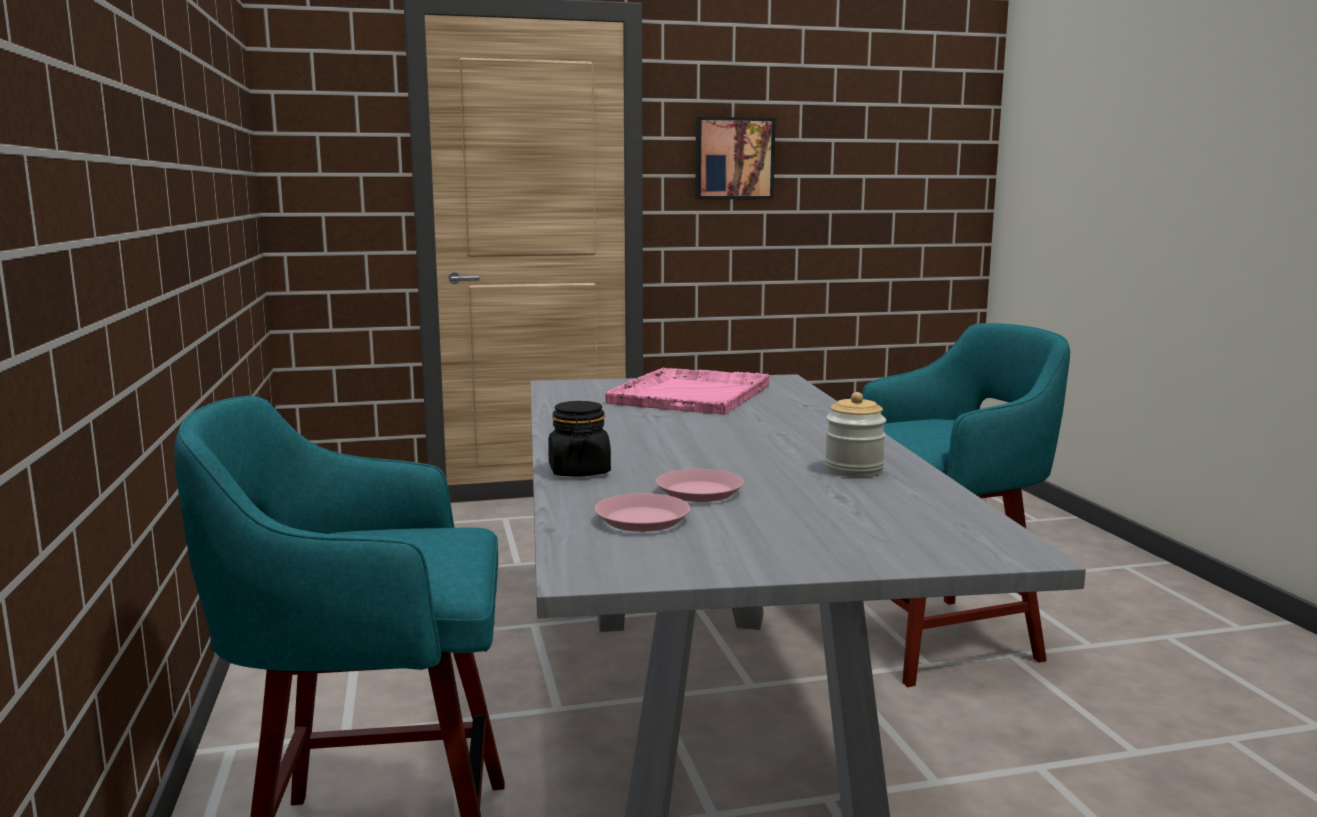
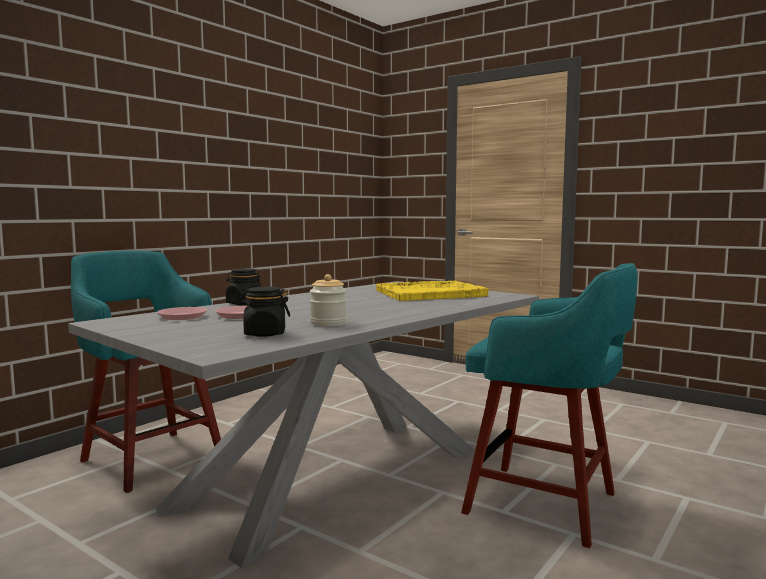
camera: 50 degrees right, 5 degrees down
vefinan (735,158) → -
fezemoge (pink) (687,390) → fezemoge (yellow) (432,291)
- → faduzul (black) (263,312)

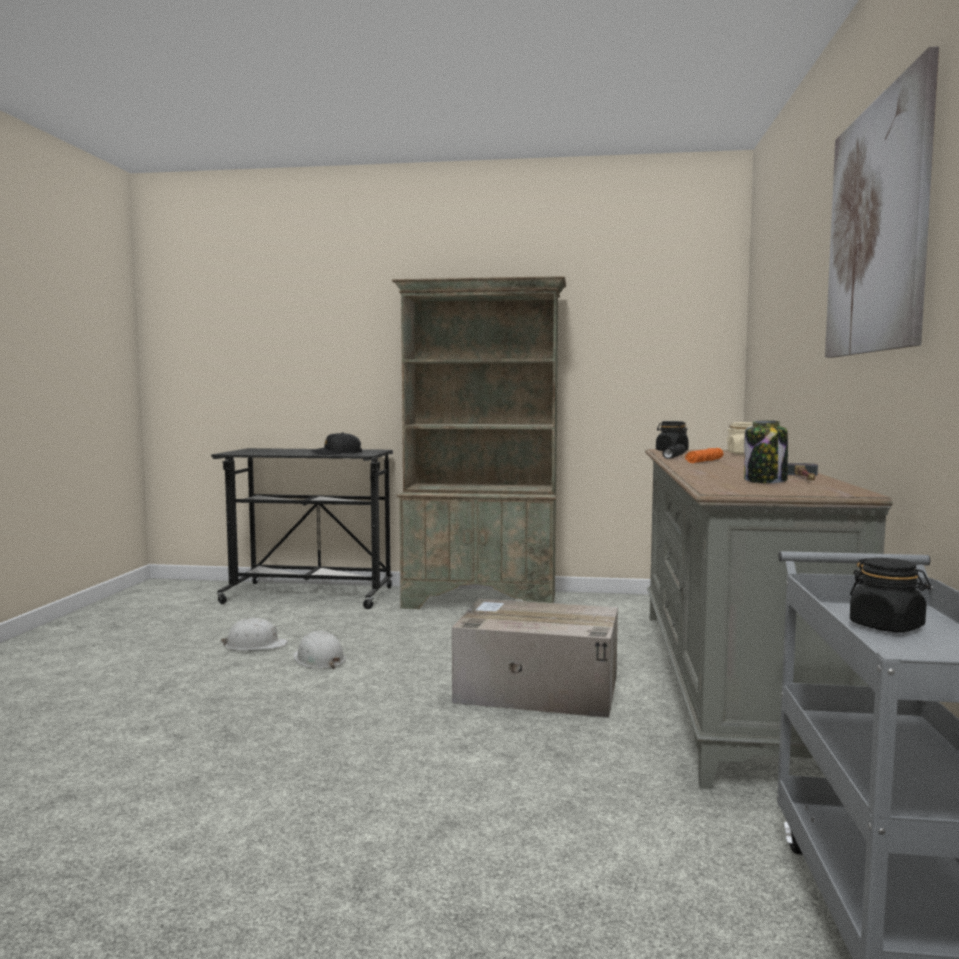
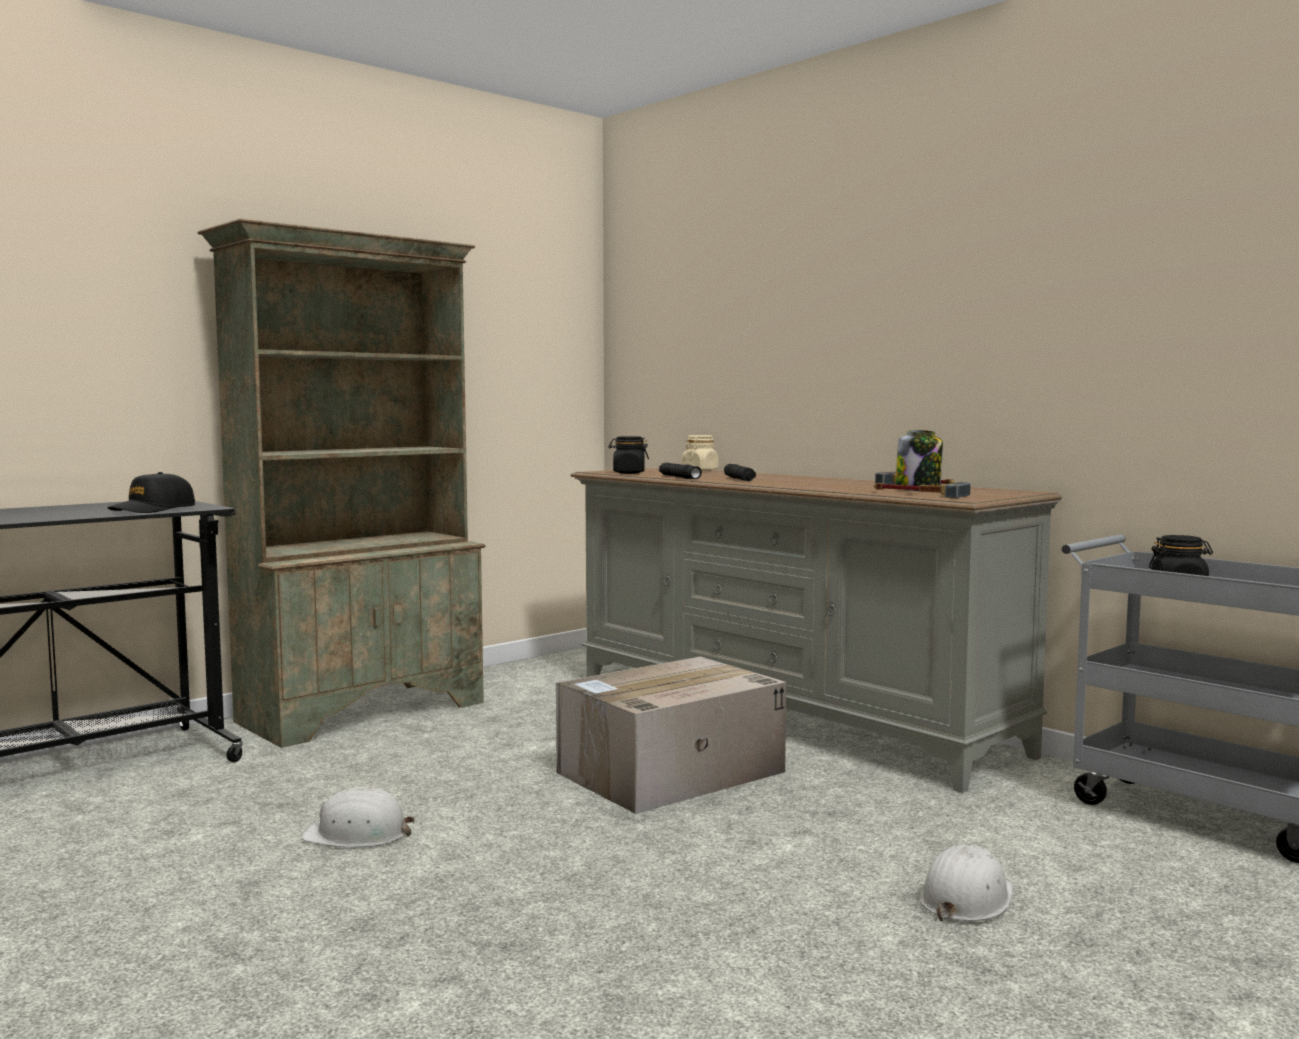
camera: 50 degrees left, 0 degrees up
vefinan (882,202) → -
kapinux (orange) (704,455) → kapinux (black) (740,472)
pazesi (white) (254,634) → pazesi (white) (966,883), shifted
- → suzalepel (922,490)

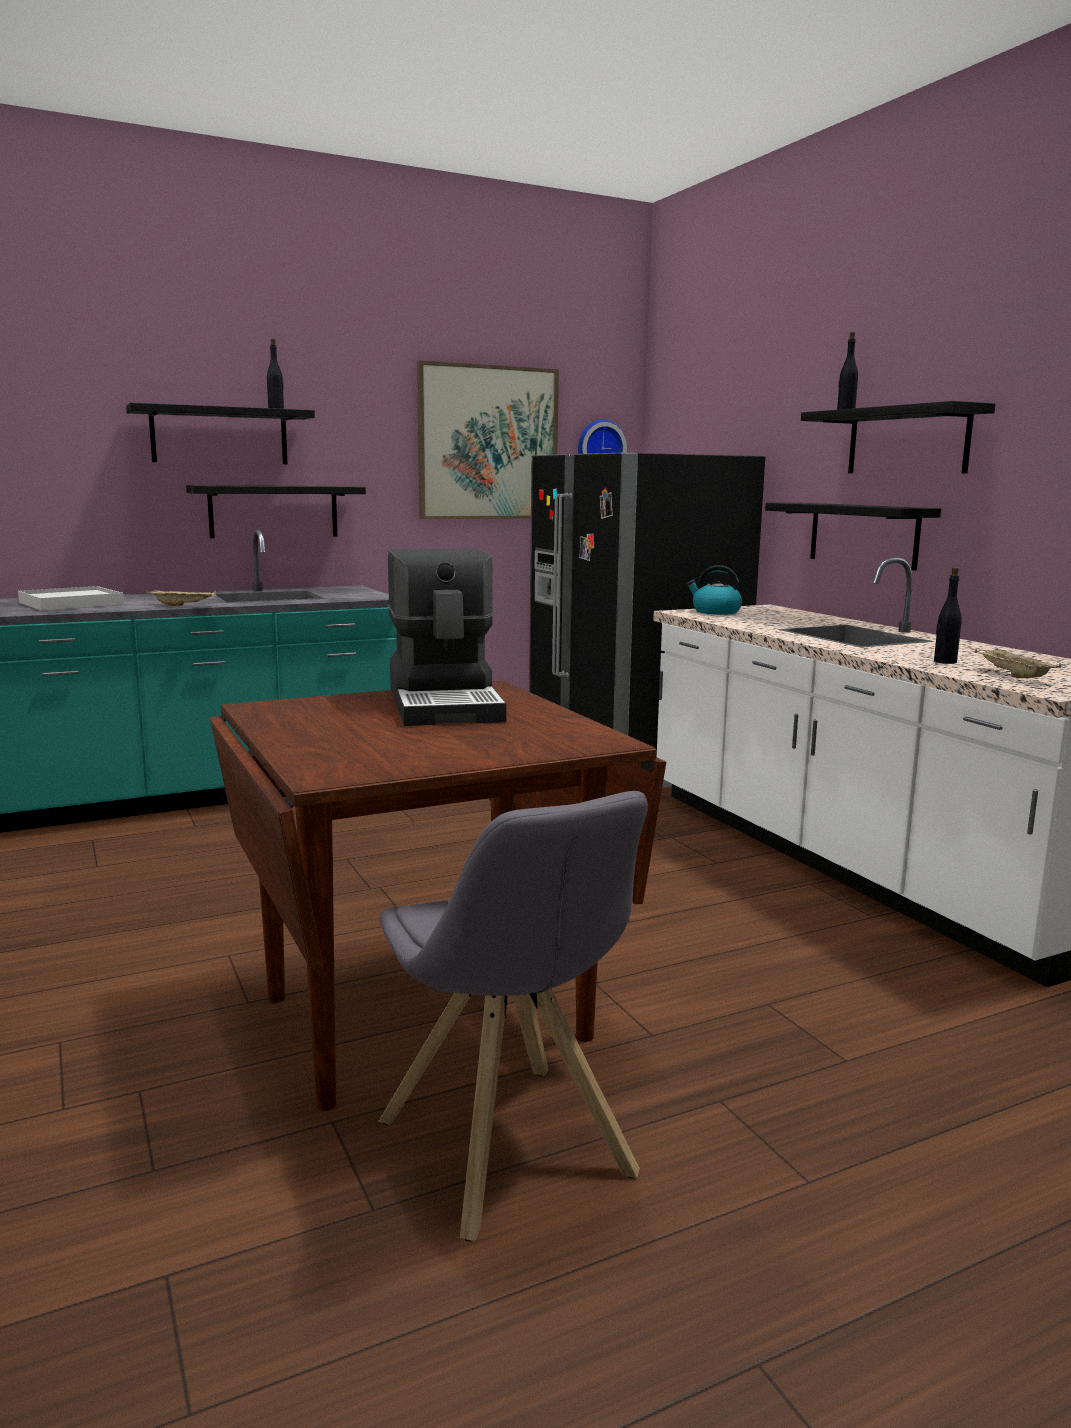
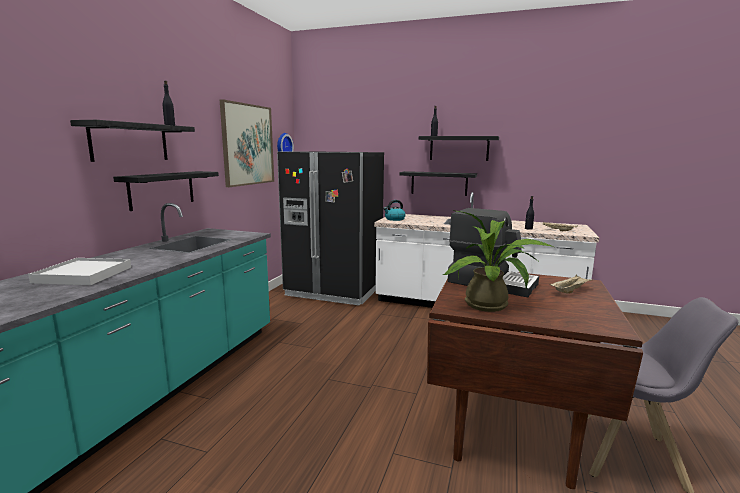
camera: 45 degrees left, 0 degrees up
fezemoge (beige) (182,598) → fezemoge (beige) (570,284), shifted
- → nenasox (498,261)

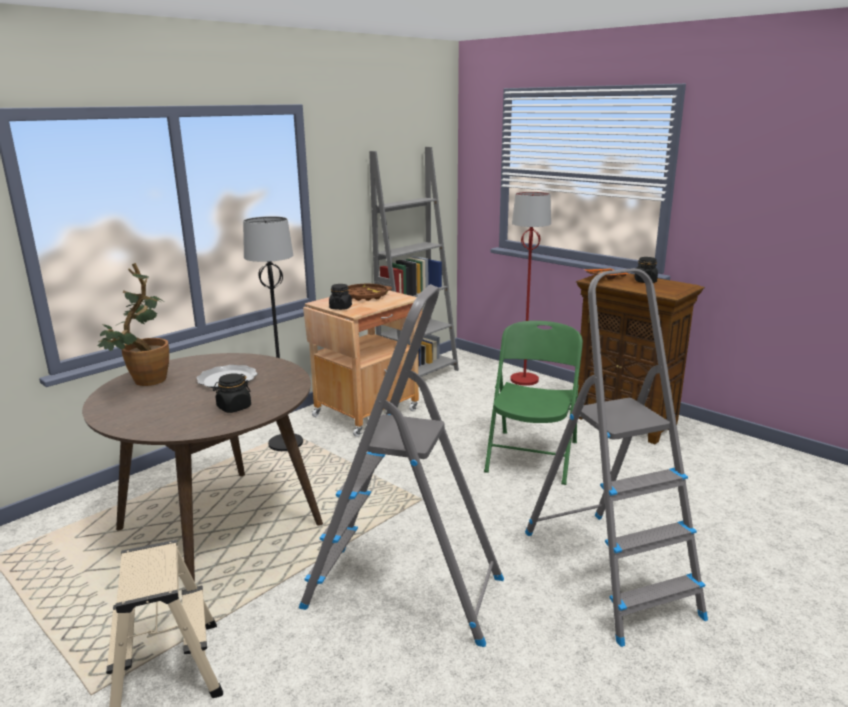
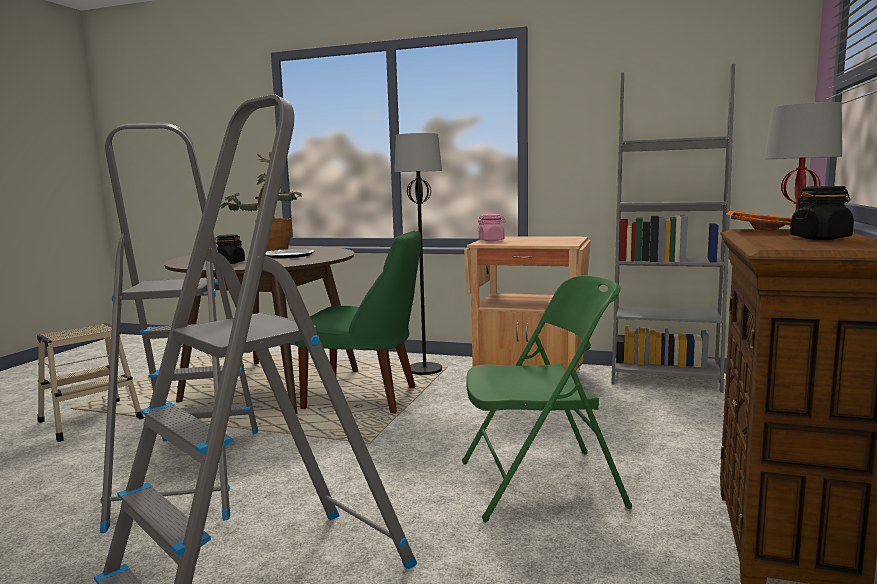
camera: 65 degrees right, 10 degrees down
faduzul (black) (340,297) → faduzul (pink) (491,227)
fezemoge (brown) (370,292) → -
- → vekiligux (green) (358,322)

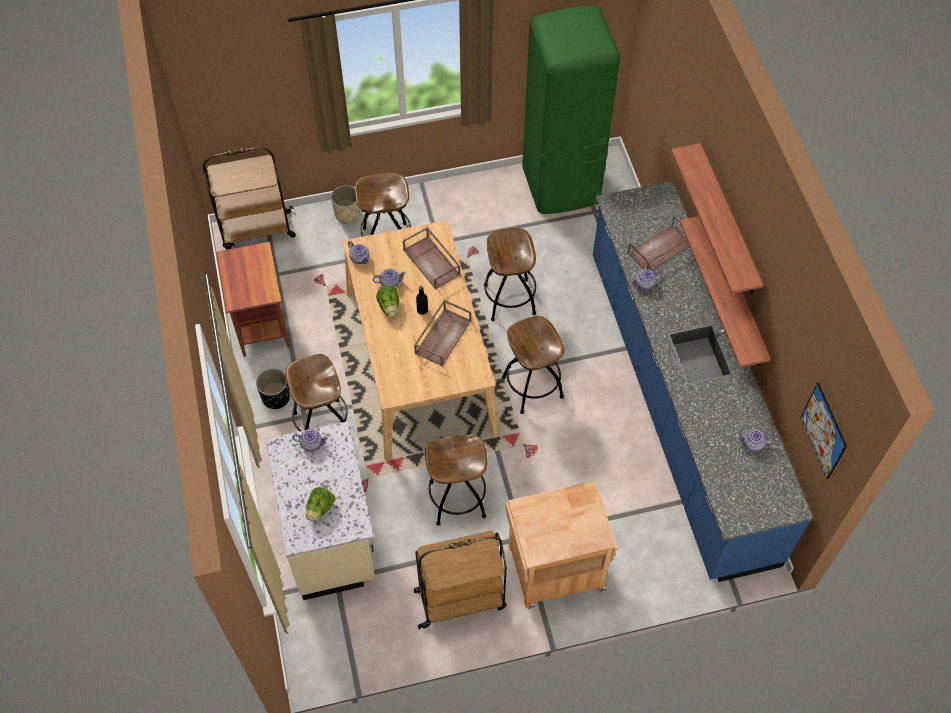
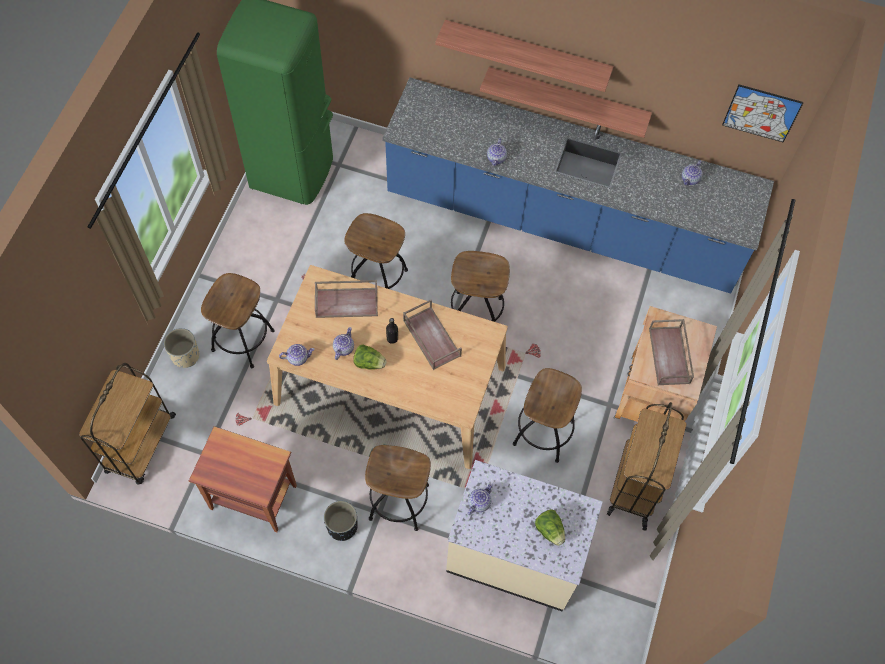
camera: 60 degrees left, 5 degrees up
fezemoge (brown) (658,242) → fezemoge (brown) (671,352), shifted

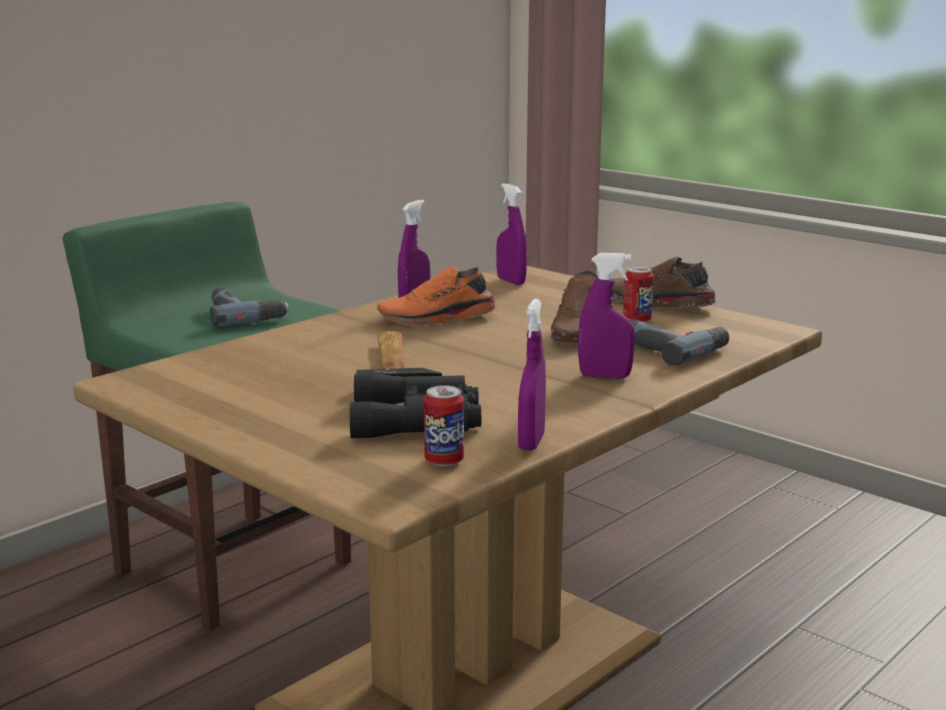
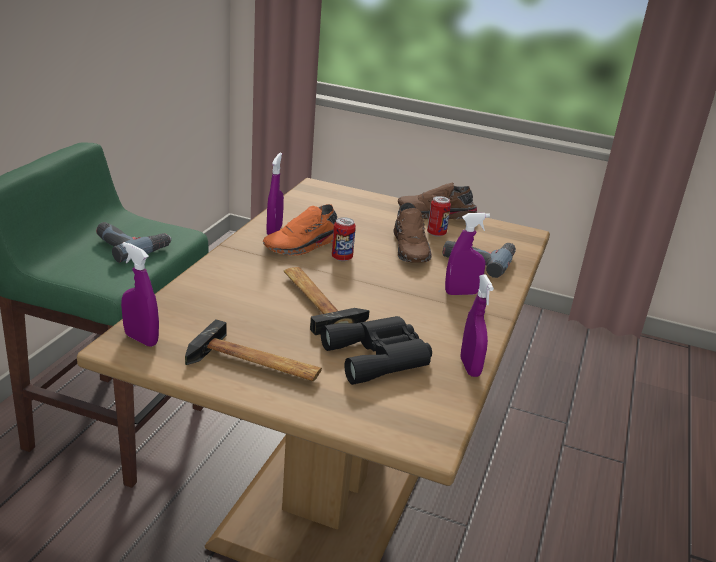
camera: 25 degrees left, 10 degrees up
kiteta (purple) (511,234) → kiteta (purple) (140,294), shifted
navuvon (444,426) → navuvon (344,239), shifted
- → suzalepel (253,350)

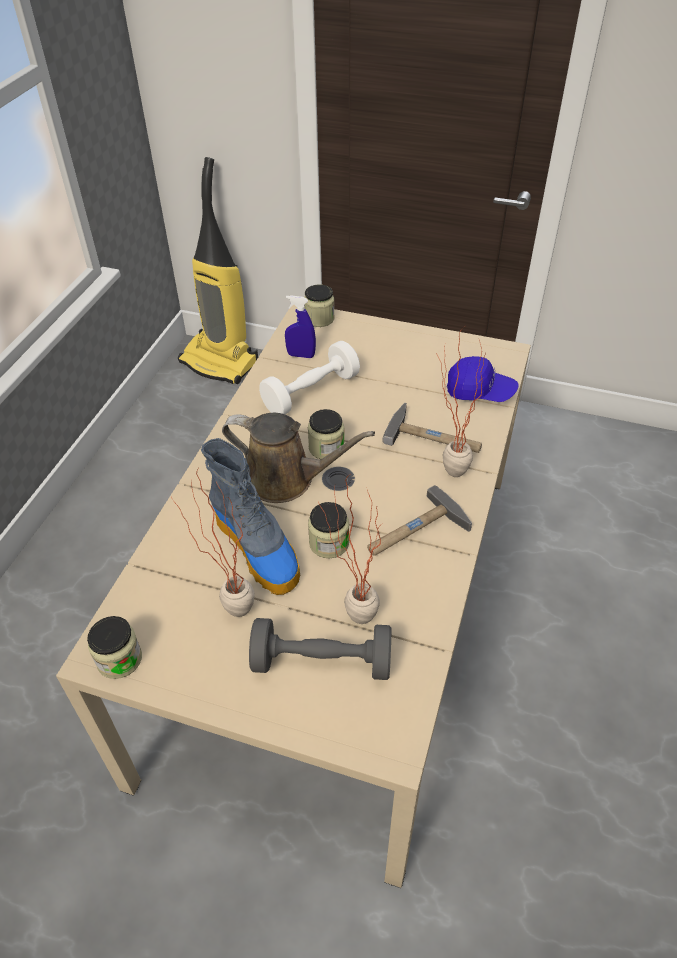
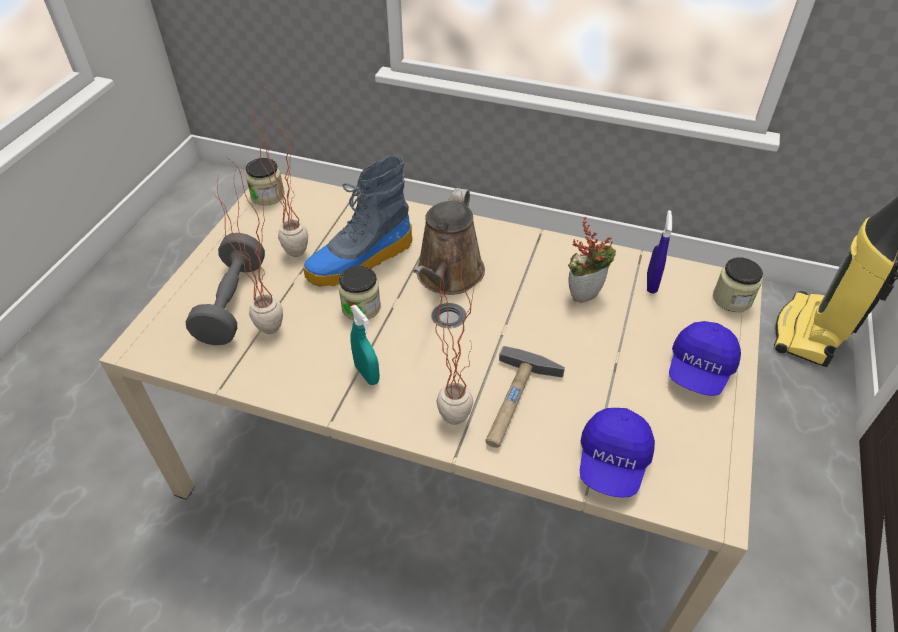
camera: 90 degrees right, 0 degrees up
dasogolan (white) (309,377) → nenasox (592,260)
faduzul (326,434) → -
suzalepel (419,520) → kiteta (turquoise) (365,345)
- → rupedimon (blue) (705,358)

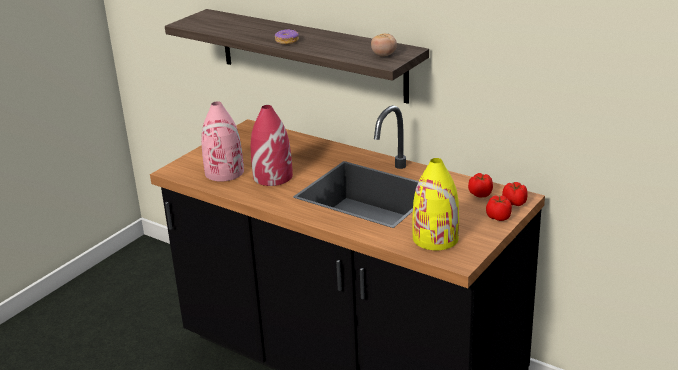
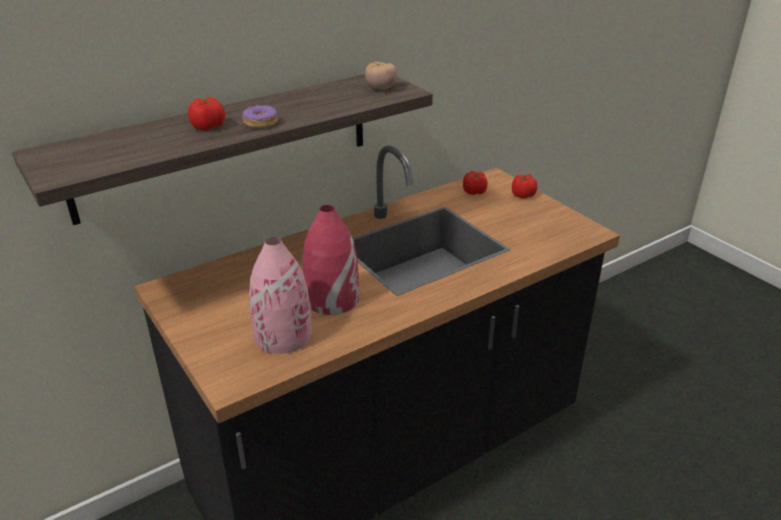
camera: 70 degrees left, 5 degrees up
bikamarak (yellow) (436,204) → -
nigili (515,194) → nigili (206,114), shifted

